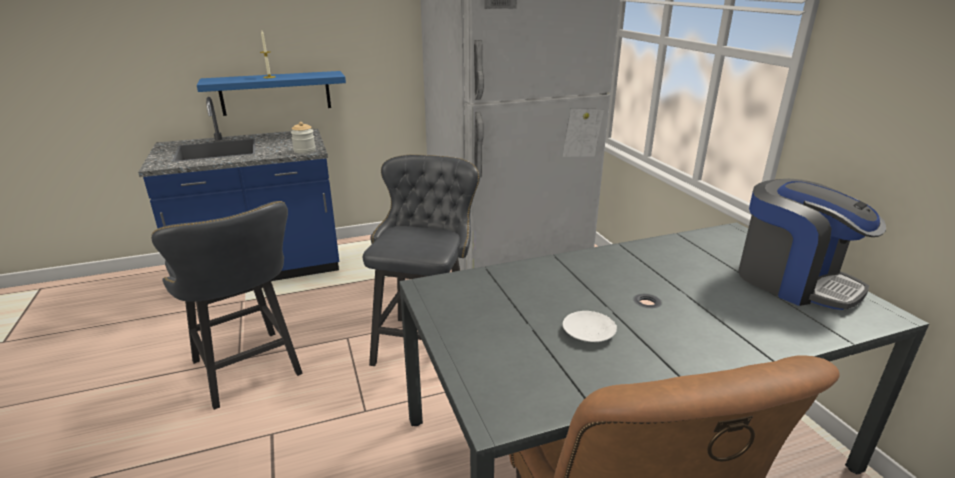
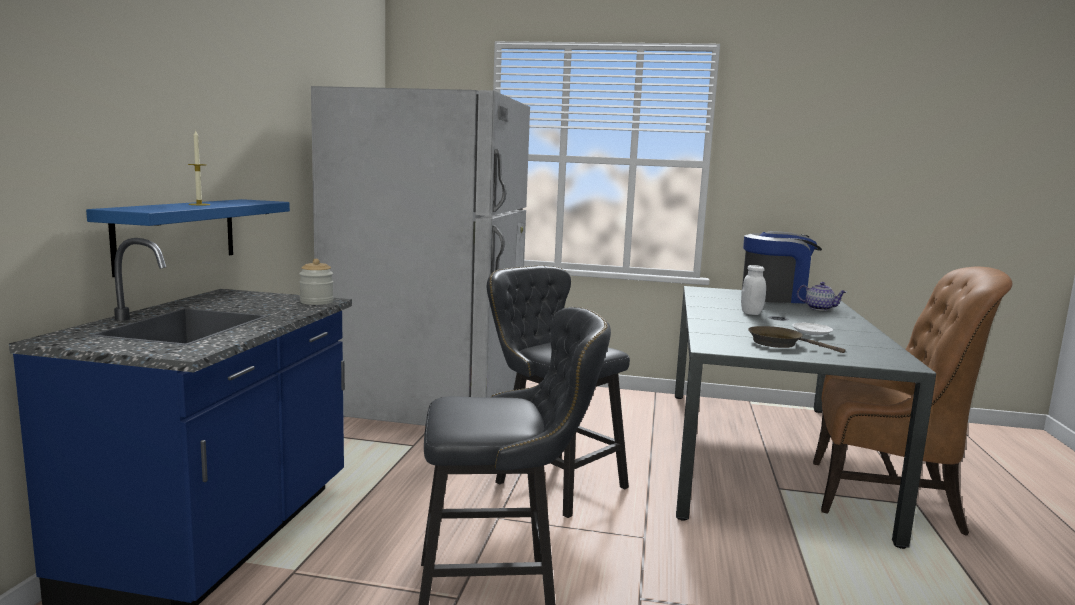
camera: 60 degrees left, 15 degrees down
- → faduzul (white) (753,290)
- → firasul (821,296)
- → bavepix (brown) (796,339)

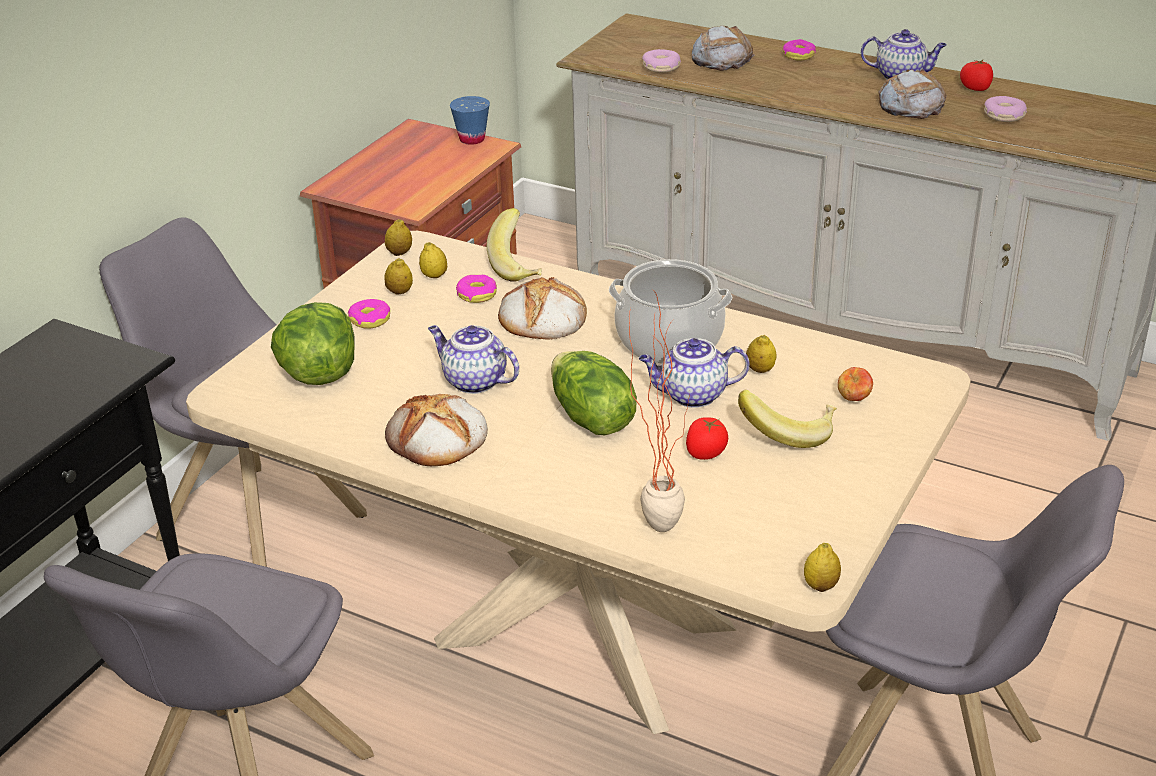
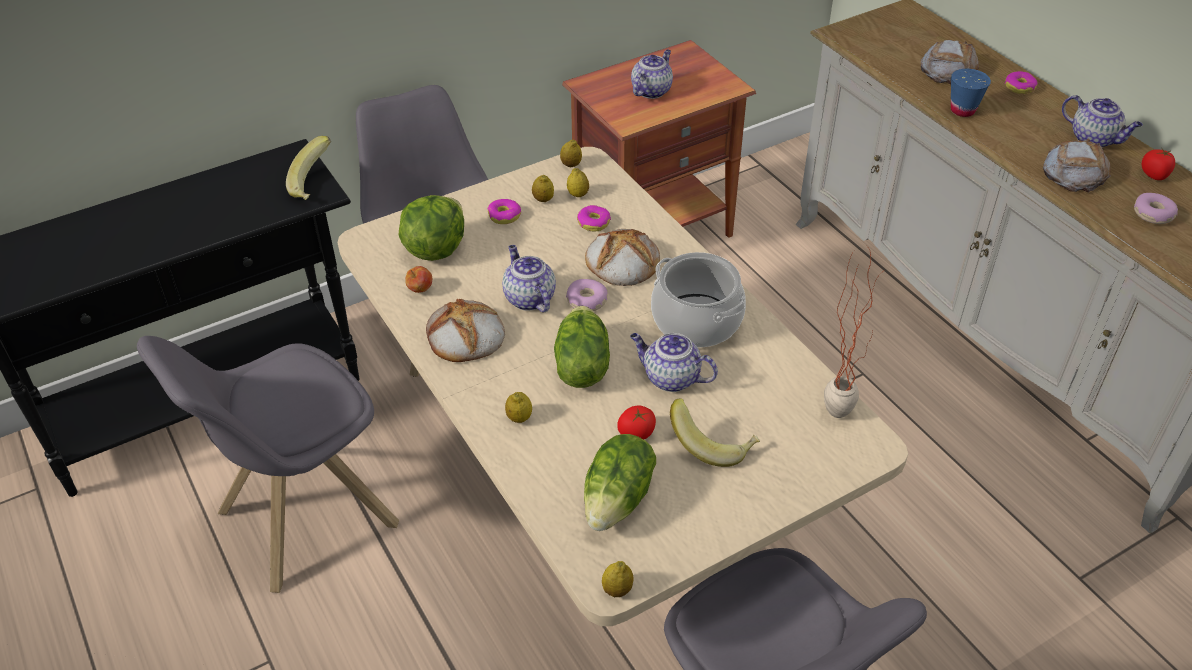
camera: 30 degrees right, 10 degrees up
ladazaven (661,61) → ladazaven (587,295), shifted
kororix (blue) (470,120) → kororix (blue) (971,93), shifted
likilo (514,245) → likilo (308,168), shifted
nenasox (659,411) → nenasox (853,331), shifted
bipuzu (761,354) → bipuzu (518,407), shifted
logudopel (855,384) → logudopel (418,279), shifted
- → firasul (652,74)
- → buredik (620,482)

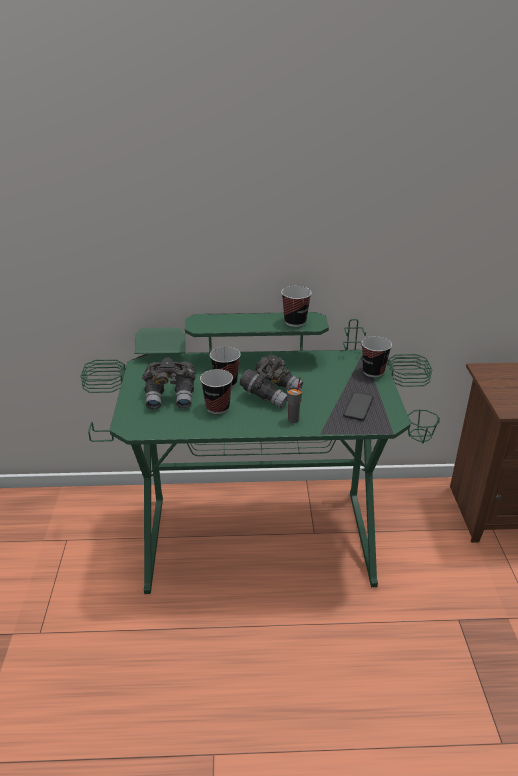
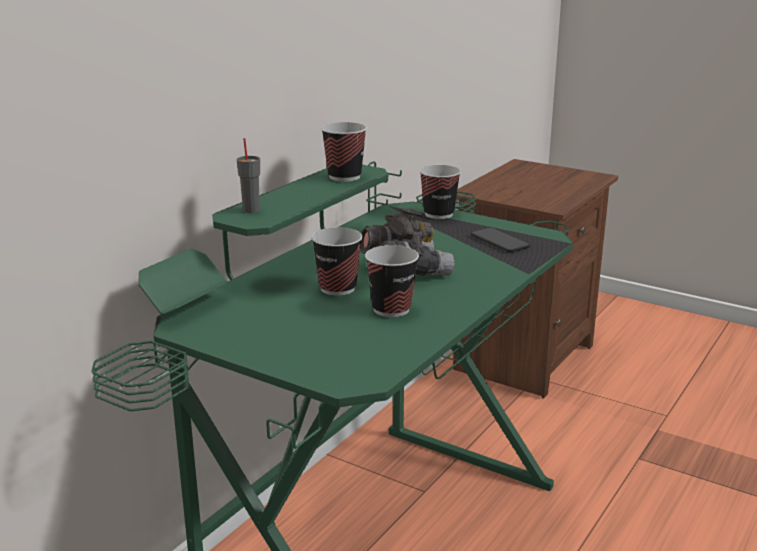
camera: 55 degrees left, 10 degrees down
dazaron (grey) (169,383) → -
kororix (grey) (294,400) → kororix (grey) (248,175), shifted

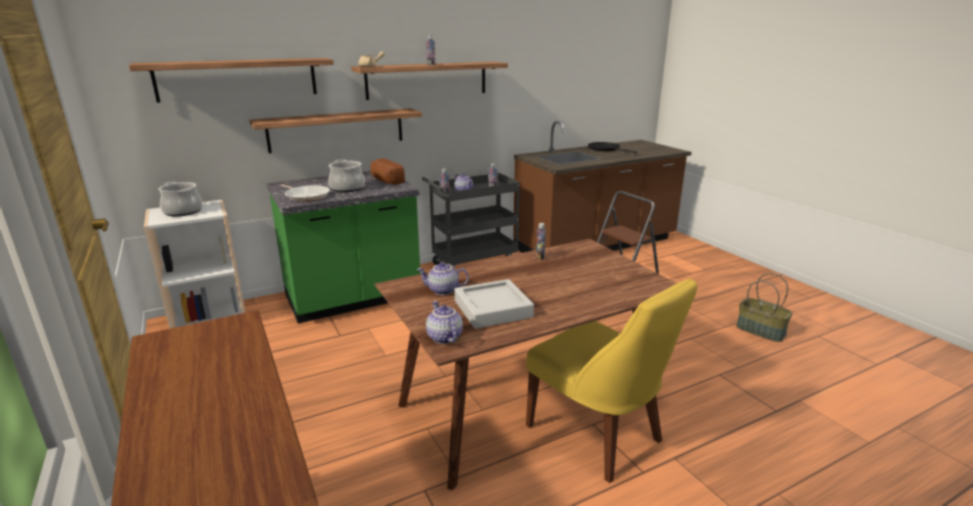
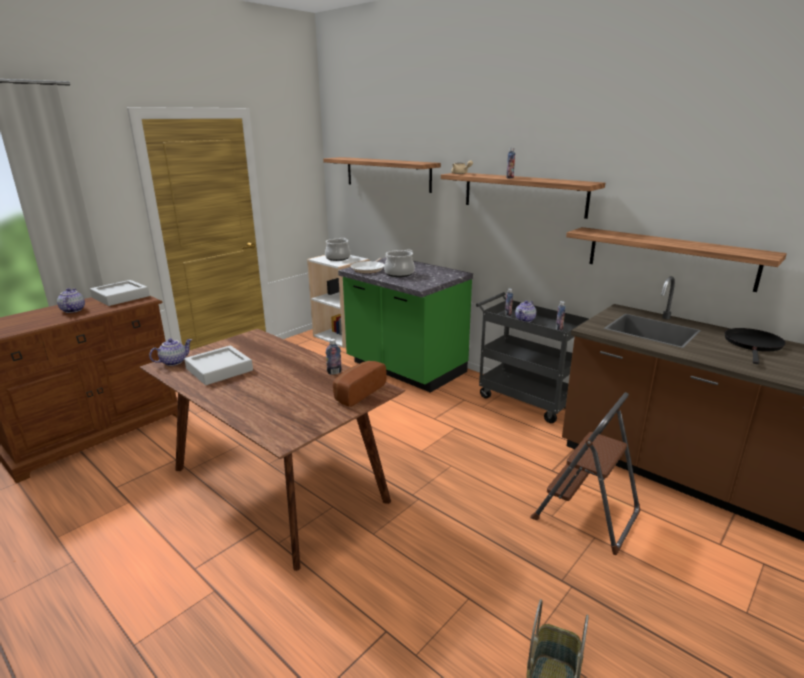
camera: 70 degrees right, 0 degrees up
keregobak (336,130) → keregobak (676,259), shifted
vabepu (387,171) → vabepu (359,384), shifted
firasul (443,278) → firasul (71,300), shifted
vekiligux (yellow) (611,381) → -
- → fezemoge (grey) (120,293)

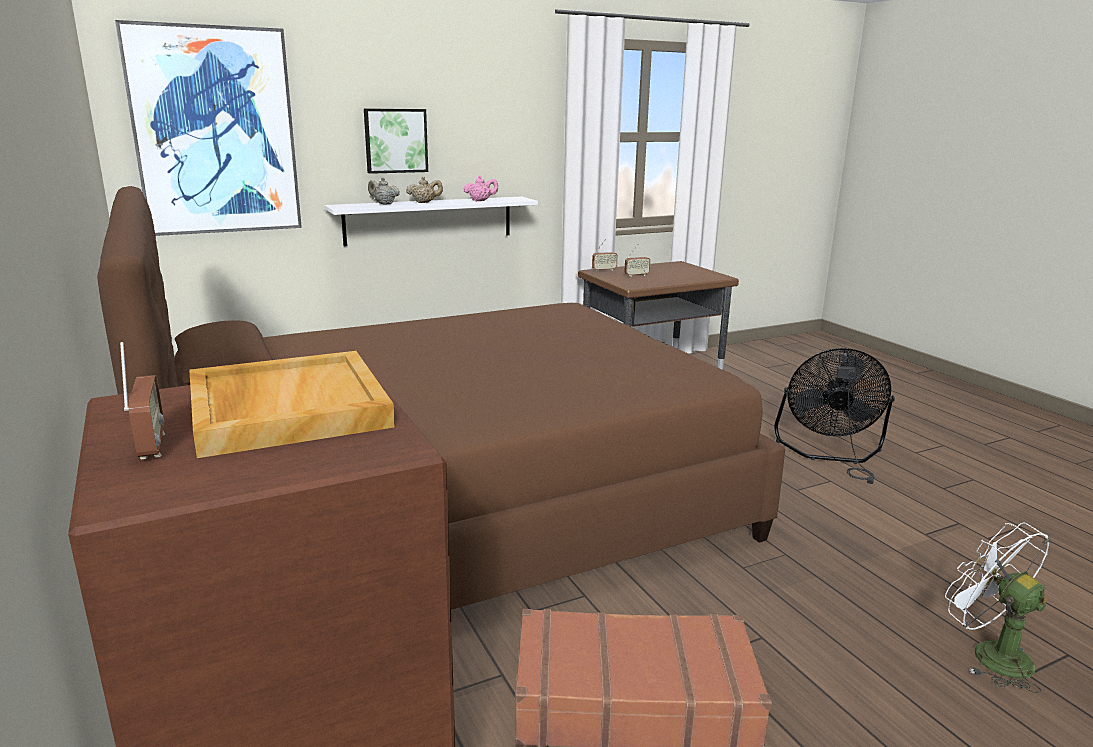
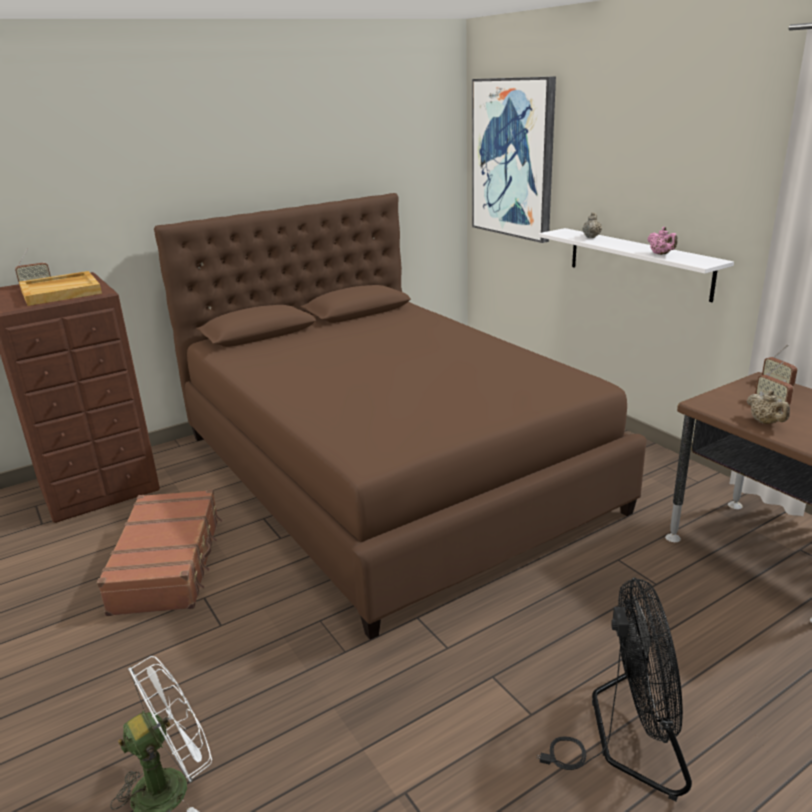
camera: 85 degrees right, 5 degrees up
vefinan (396,141) → -
firasul (beige) (424,190) → firasul (beige) (768,407), shifted

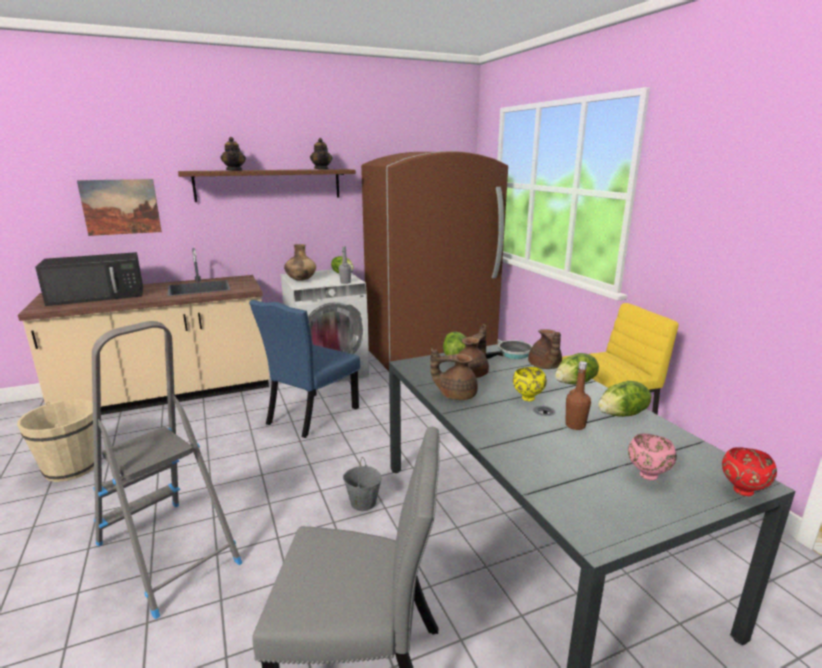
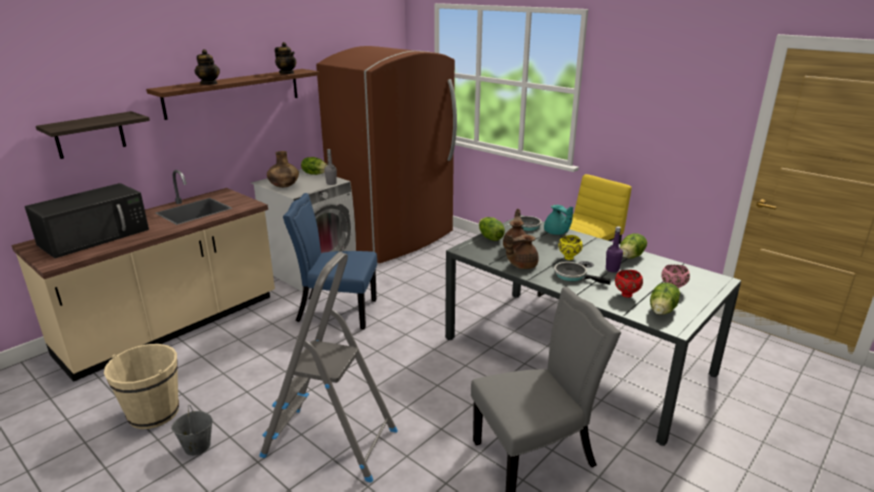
camera: 25 degrees left, 5 degrees up
vefinan (119,207) → keregobak (93,135)
vekiligux (blue) (305,369) → vekiligux (blue) (330,261), 90 degrees clockwise
firasul (brown) (545,349) → firasul (turquoise) (558,220)
buredik (577,368) → buredik (665,298), shifted
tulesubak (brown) (578,395) → tulesubak (purple) (614,249)
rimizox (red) (749,471) → rimizox (red) (629,284), shifted
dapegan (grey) (362,484) → dapegan (grey) (192,430), shifted
- → bavepix (582,273)

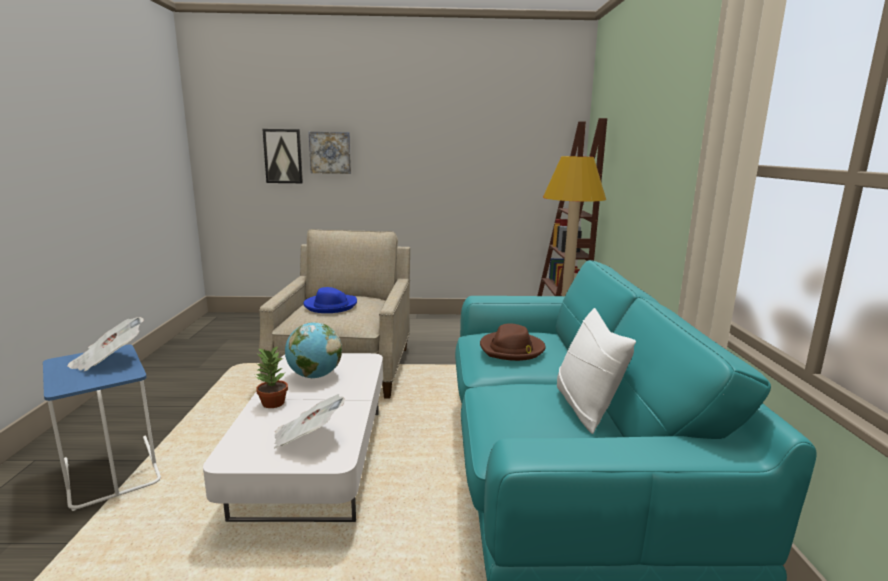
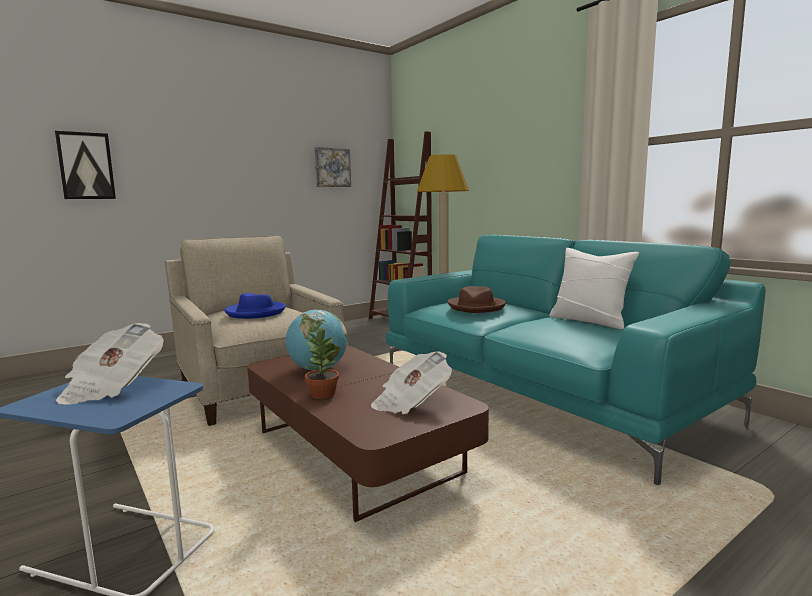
camera: 35 degrees left, 5 degrees down
vefinan (330,153) → vefinan (333,167), shifted
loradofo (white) (293,437) → loradofo (brown) (368,433)

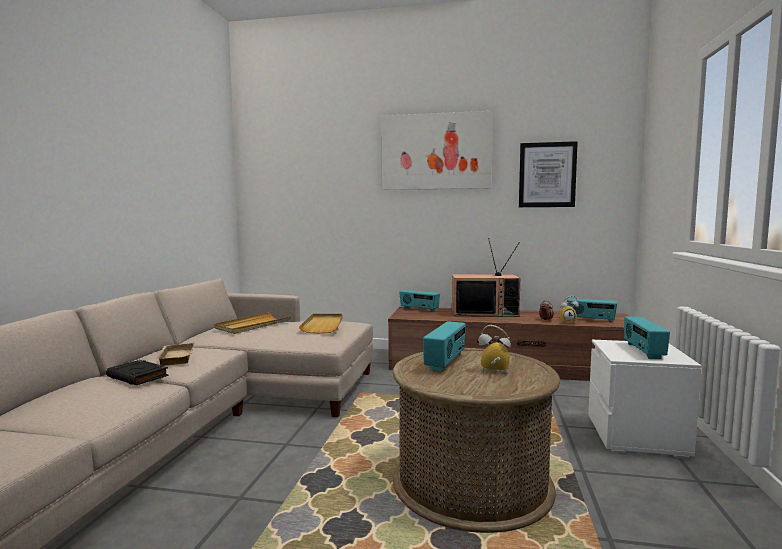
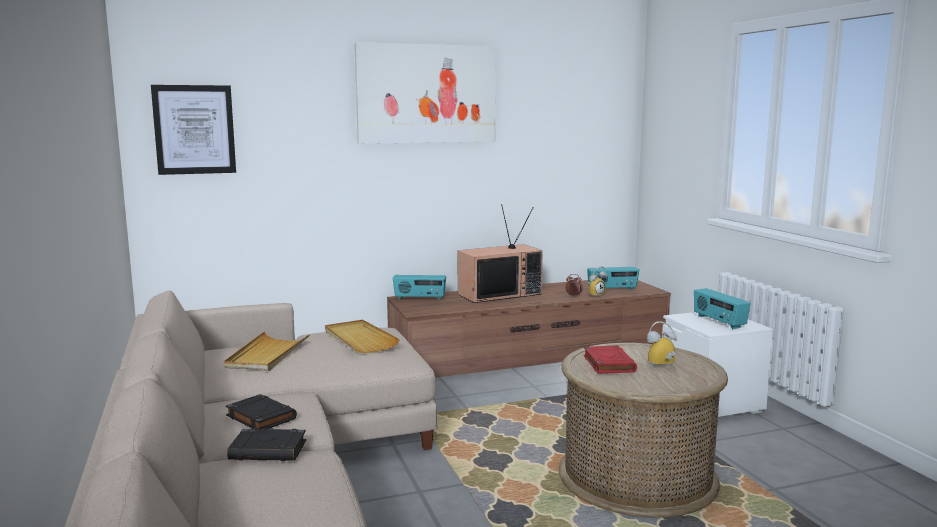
camera: 30 degrees left, 5 degrees up
vefinan (548,174) → vefinan (193,130), shifted
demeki (444,346) → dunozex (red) (610,360)
fezemoge (beige) (175,354) → dunozex (black) (261,411)

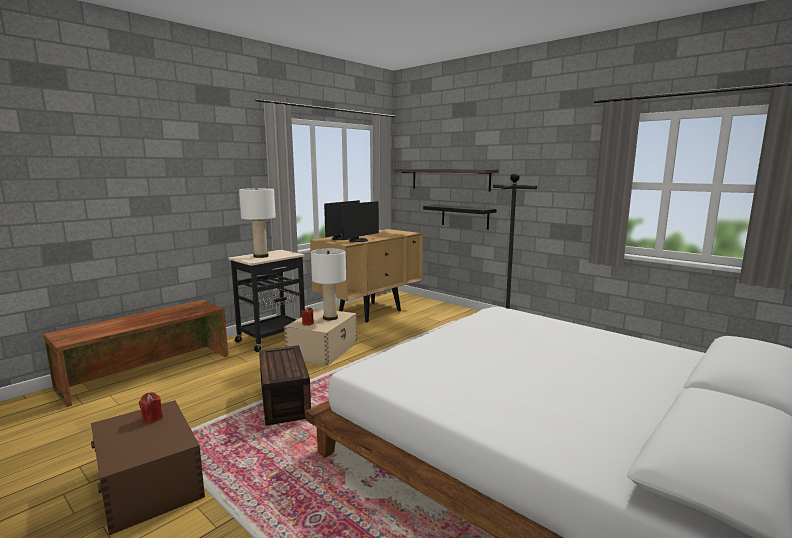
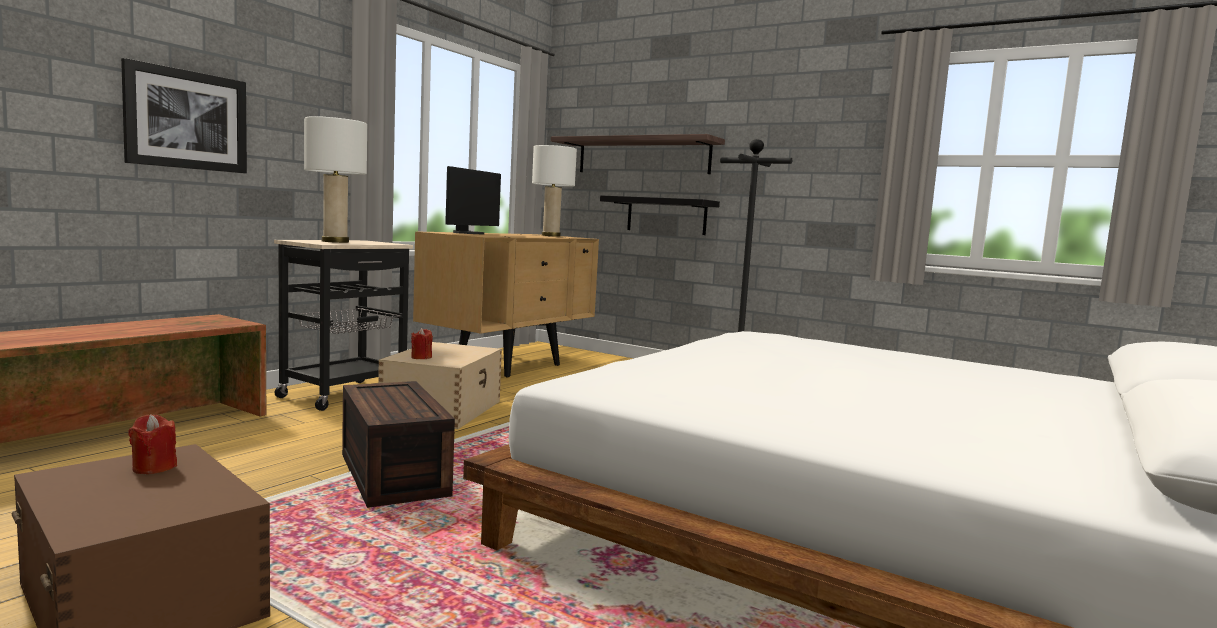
camera: 10 degrees left, 5 degrees down
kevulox (360,221) → -
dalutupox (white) (328,284) → dalutupox (white) (554,191), shifted
- → vefinan (184,115)

